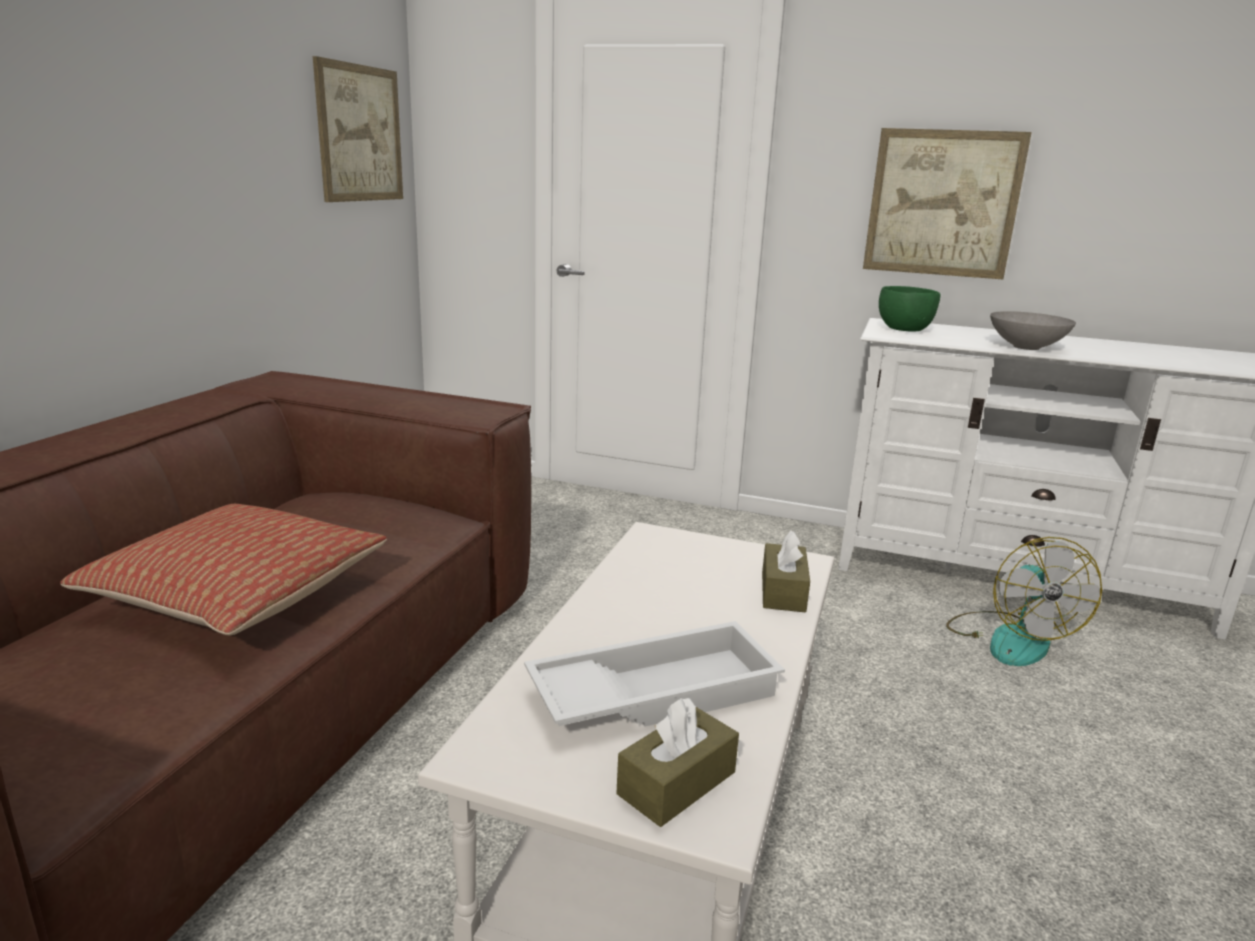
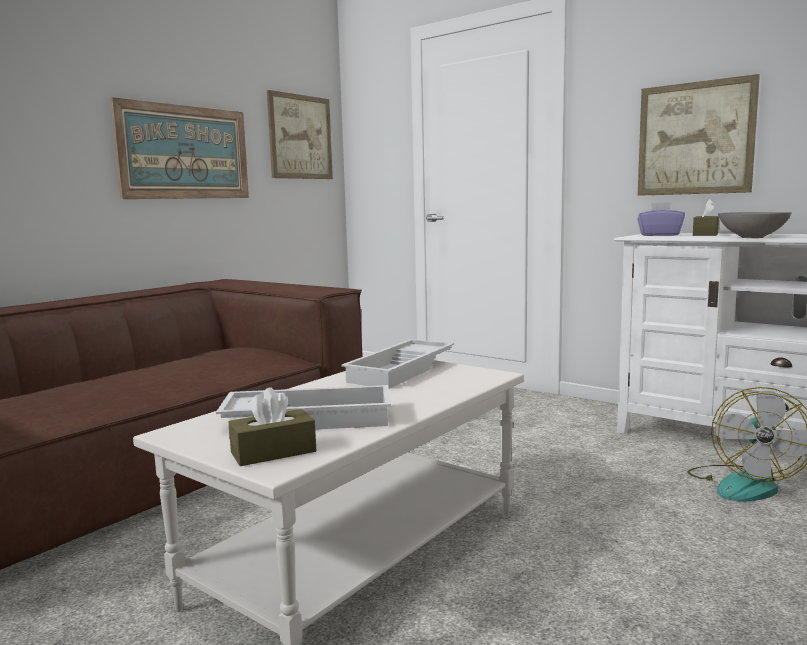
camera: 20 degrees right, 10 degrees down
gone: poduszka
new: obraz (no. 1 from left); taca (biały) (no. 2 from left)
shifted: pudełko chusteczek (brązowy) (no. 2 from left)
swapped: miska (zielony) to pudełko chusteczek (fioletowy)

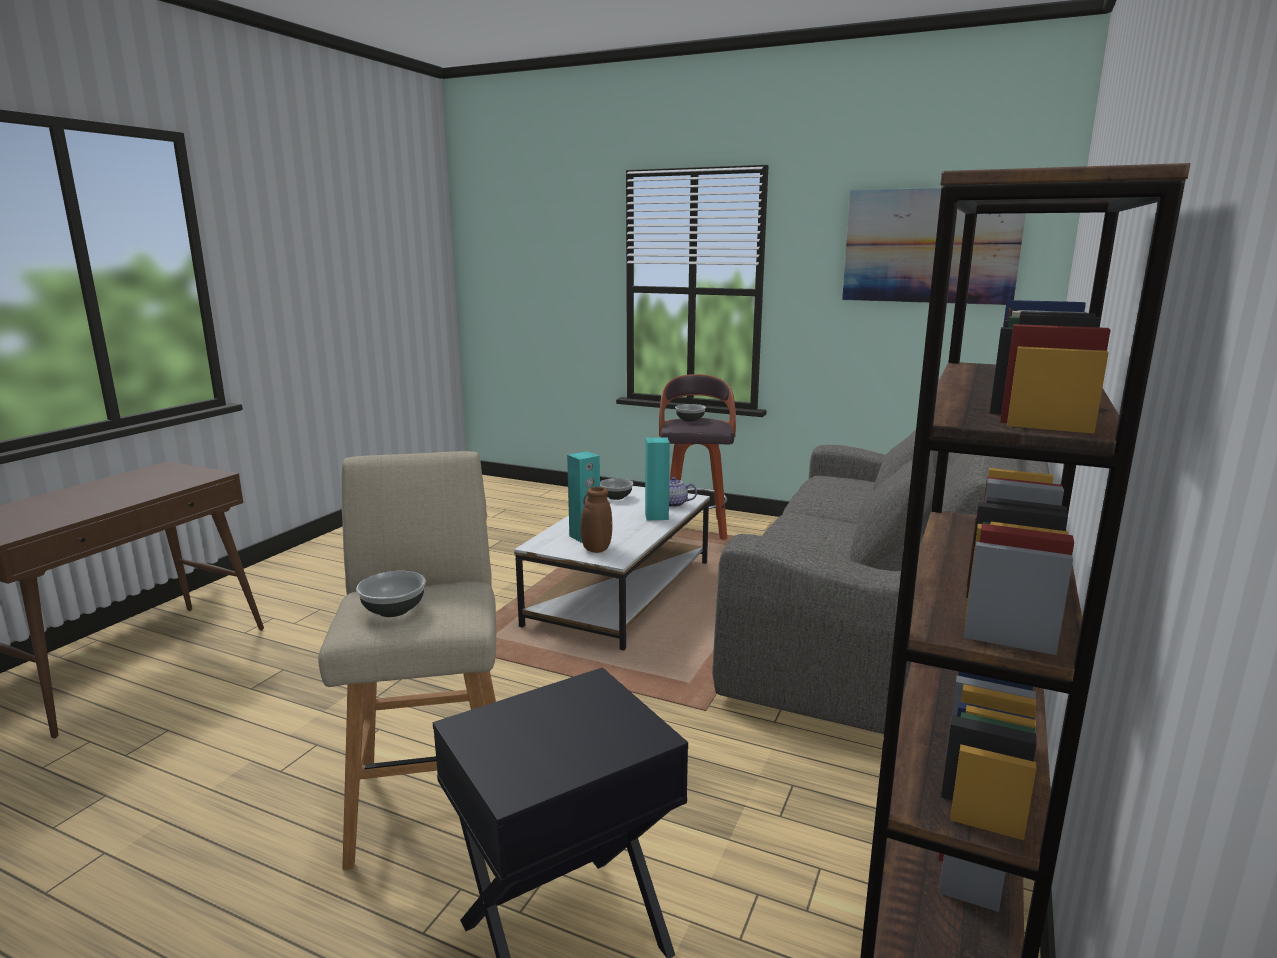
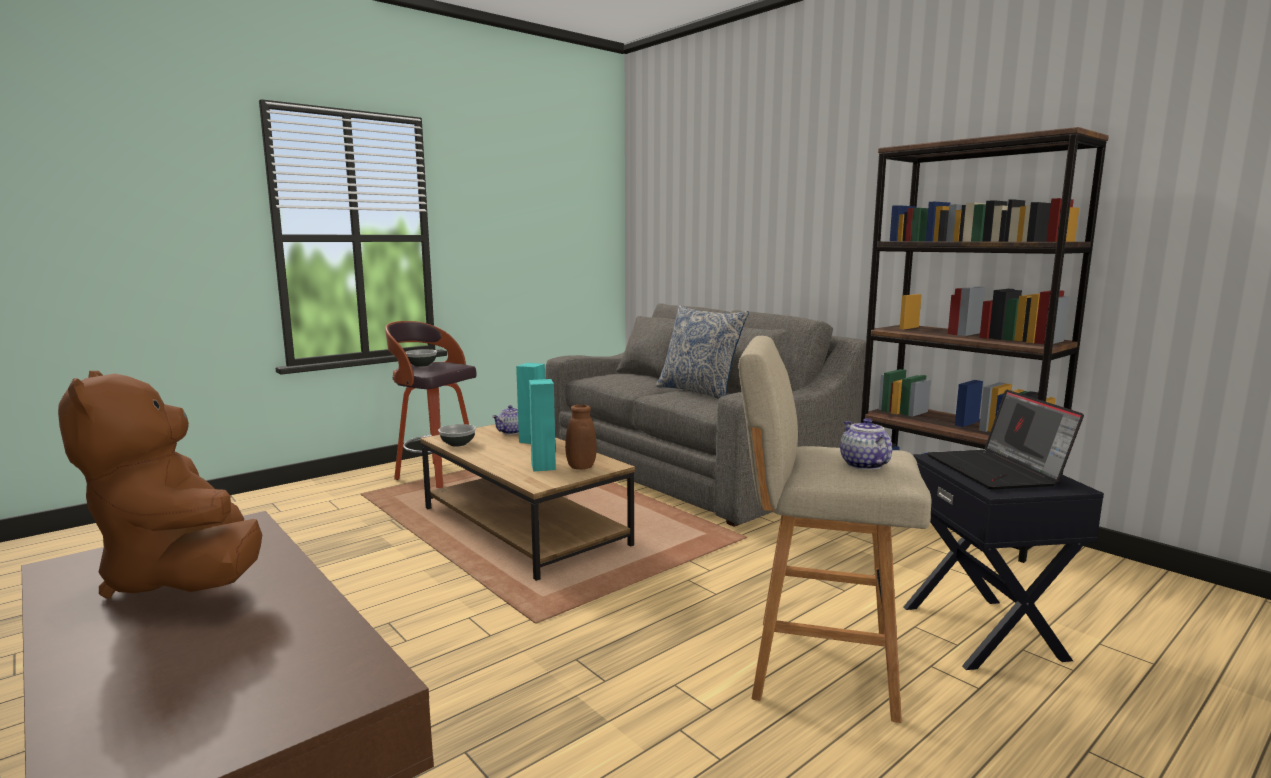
camera: 65 degrees left, 5 degrees down
gone: obraz
new: pluszak (brązowy); poduszka; laptop
swapped: miska (no. 1 from left) to imbryk (no. 2 from left)
repainted: ława (biały) to ława (brązowy)

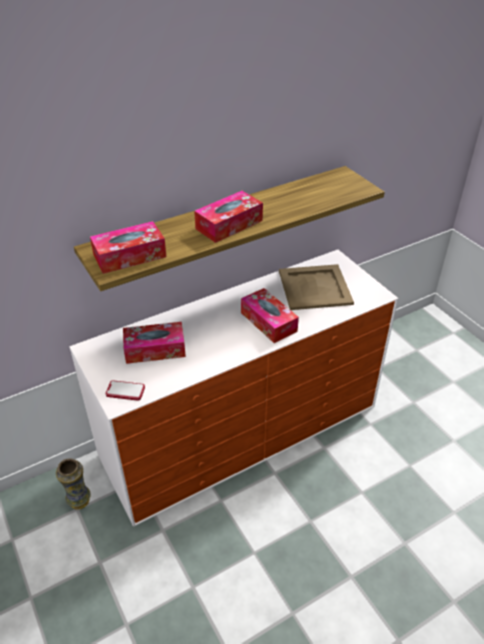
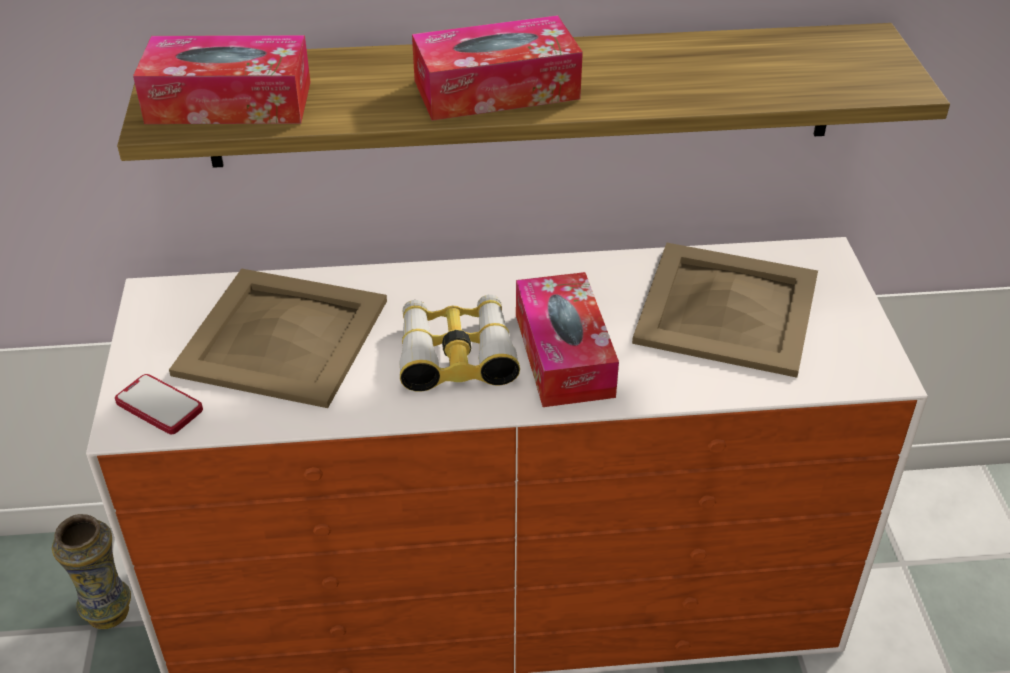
camera: 25 degrees right, 0 degrees up
new: lornetka
swapped: pudełko chusteczek (no. 2 from left) to taca (beżowy) (no. 1 from left)

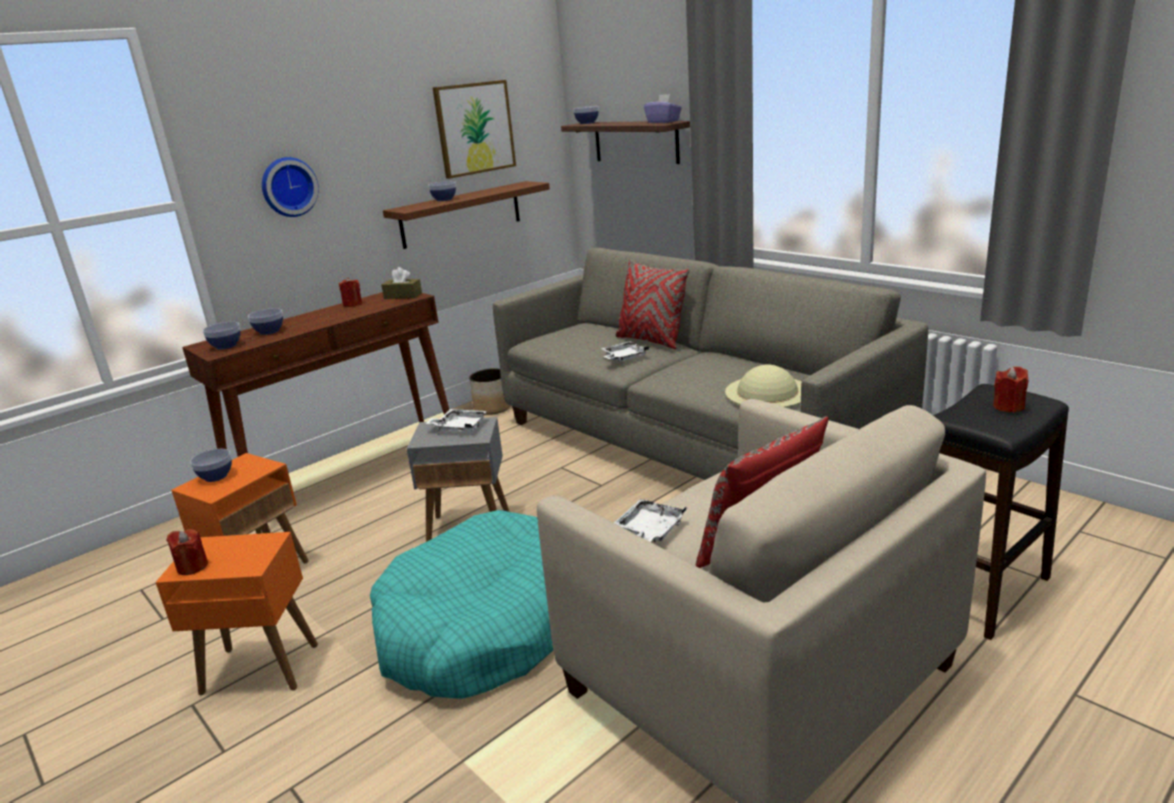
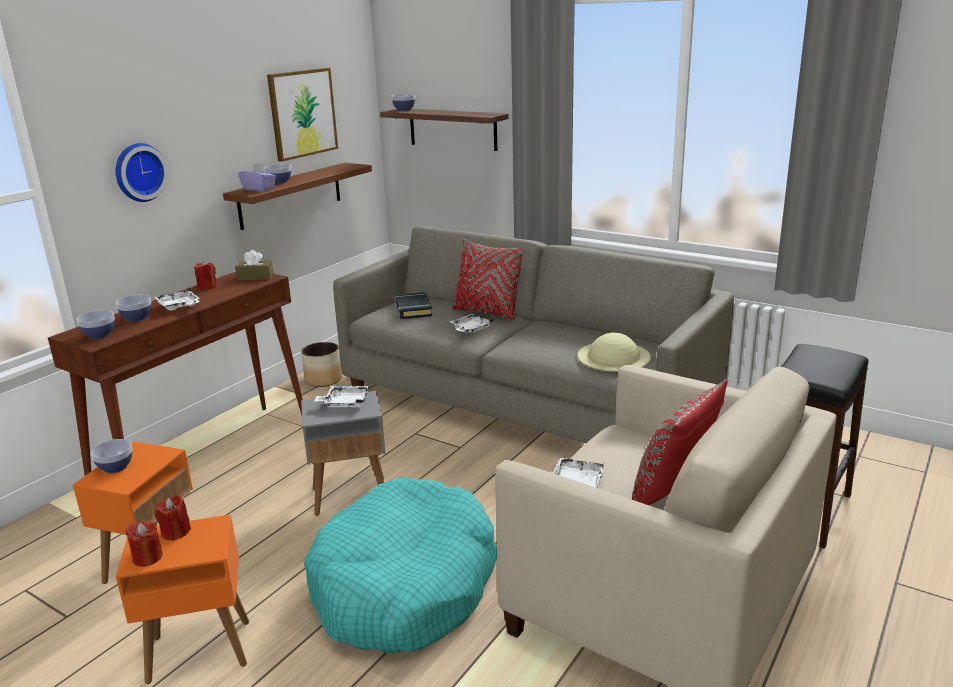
camera: 15 degrees left, 0 degrees up
new: taca (biały) (no. 1 from left); książka (czarny)
shifted: pudełko chusteczek (fioletowy); świeca (czerwony) (no. 3 from left in the first image) to świeca (czerwony) (no. 2 from left)

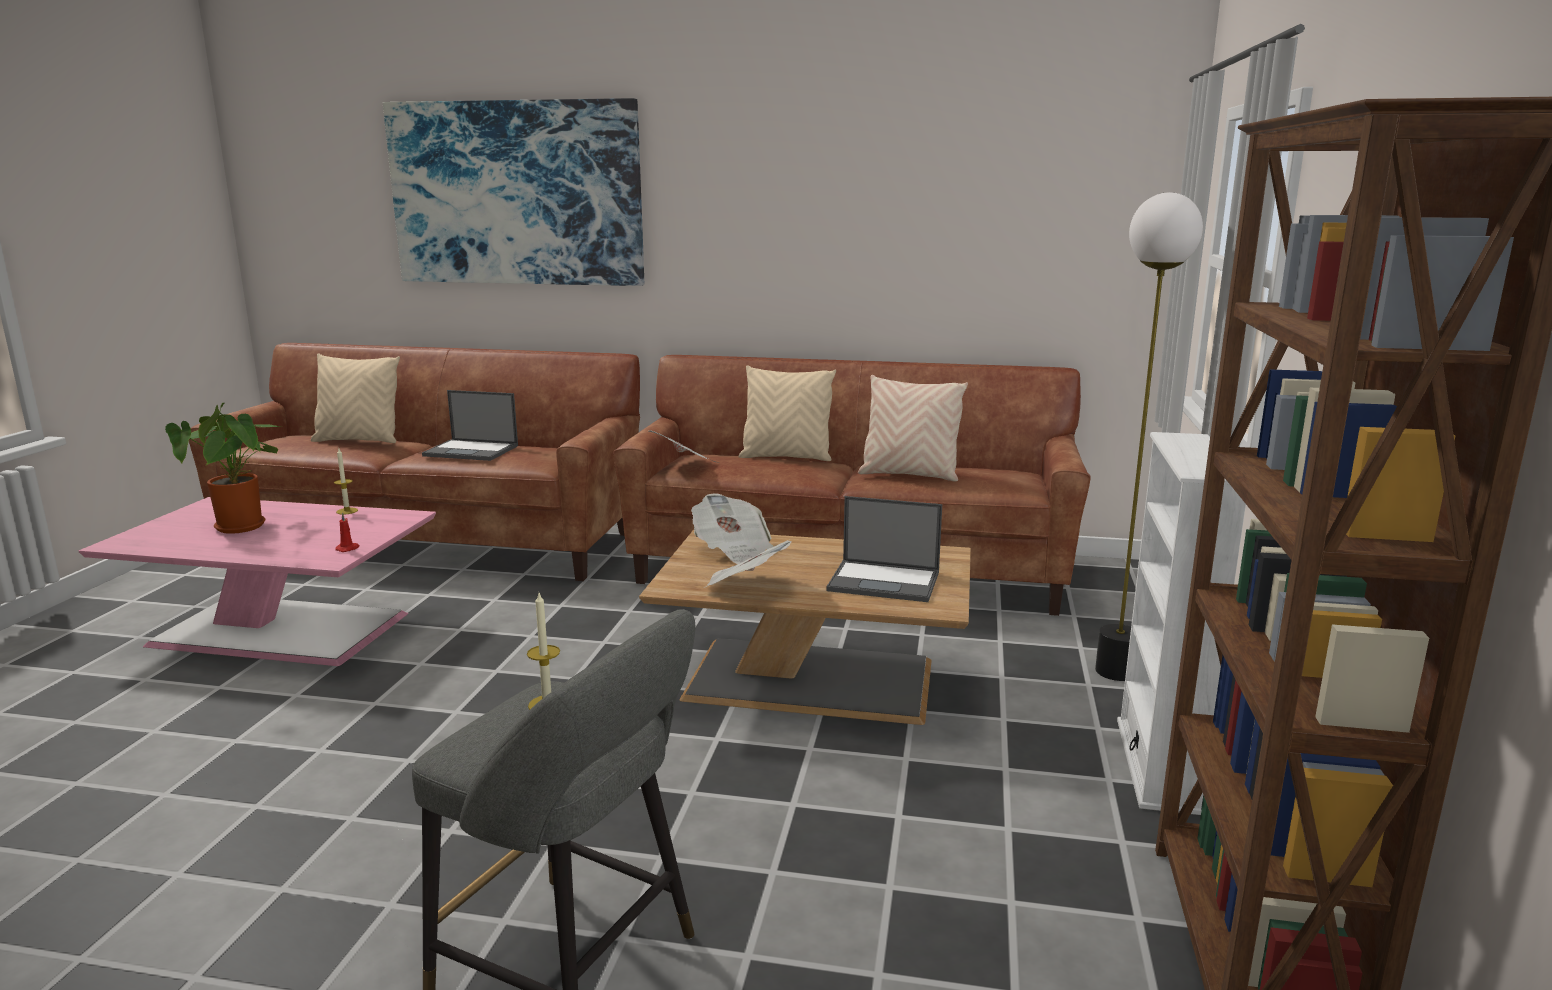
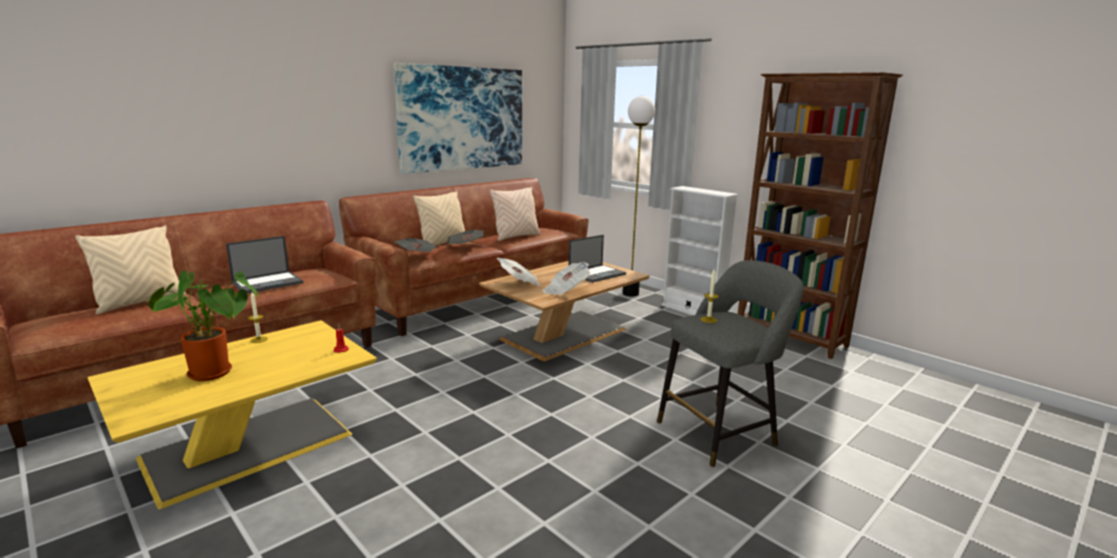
camera: 55 degrees left, 0 degrees up
new: gazeta (no. 2 from left)
shifted: obraz
repainted: ława (różowy) to ława (żółty)

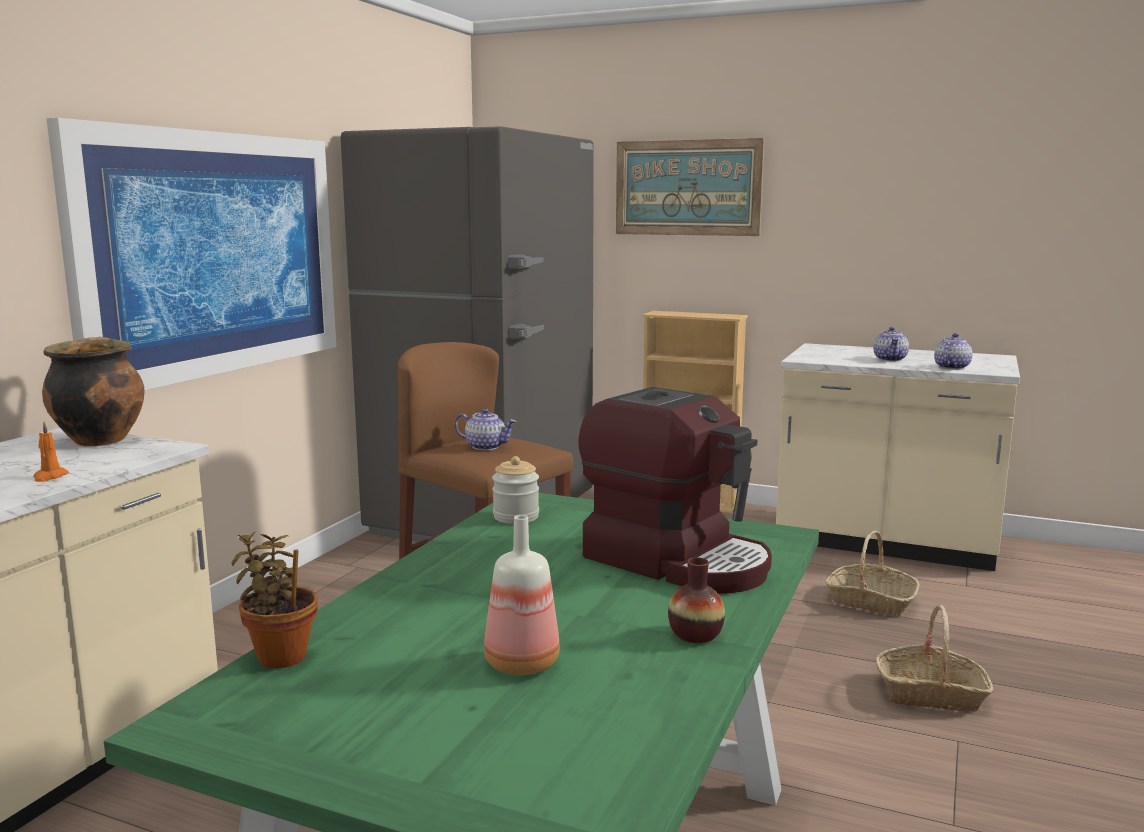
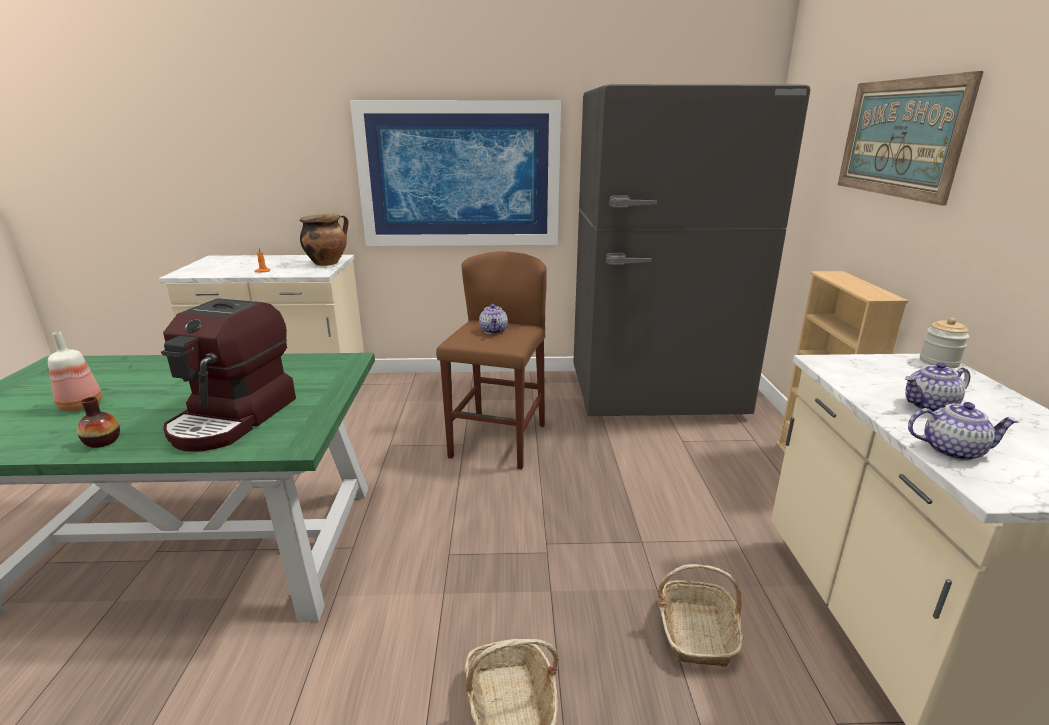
camera: 65 degrees right, 10 degrees up
gone: roślina doniczkowa
shifted: słoik

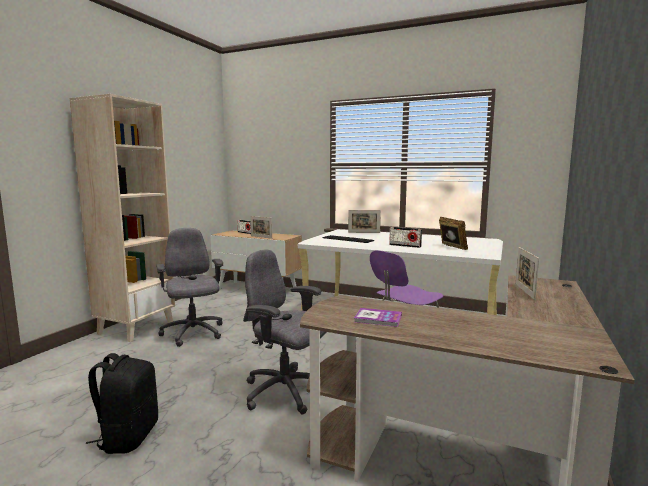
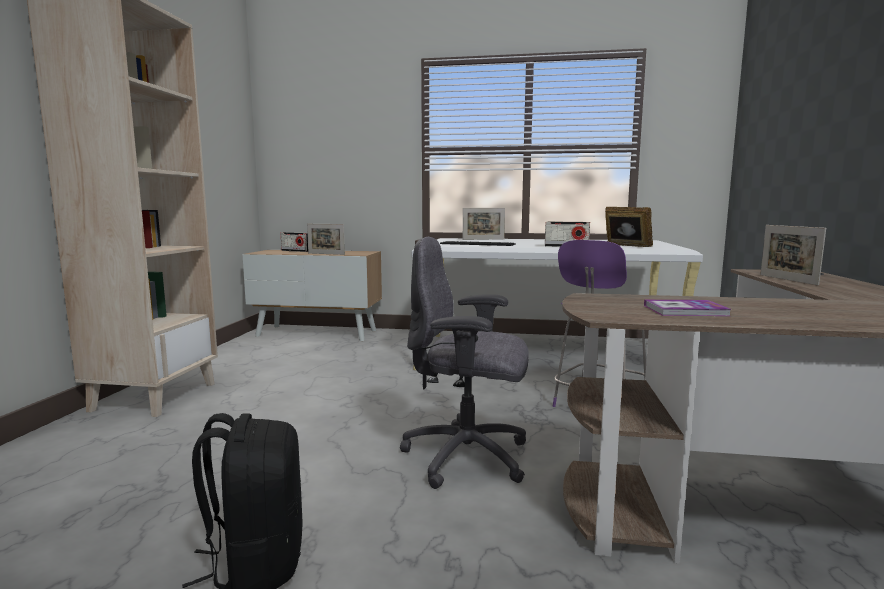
camera: 15 degrees left, 0 degrees up
gone: krzesło biurowe (szary) (no. 1 from left)

